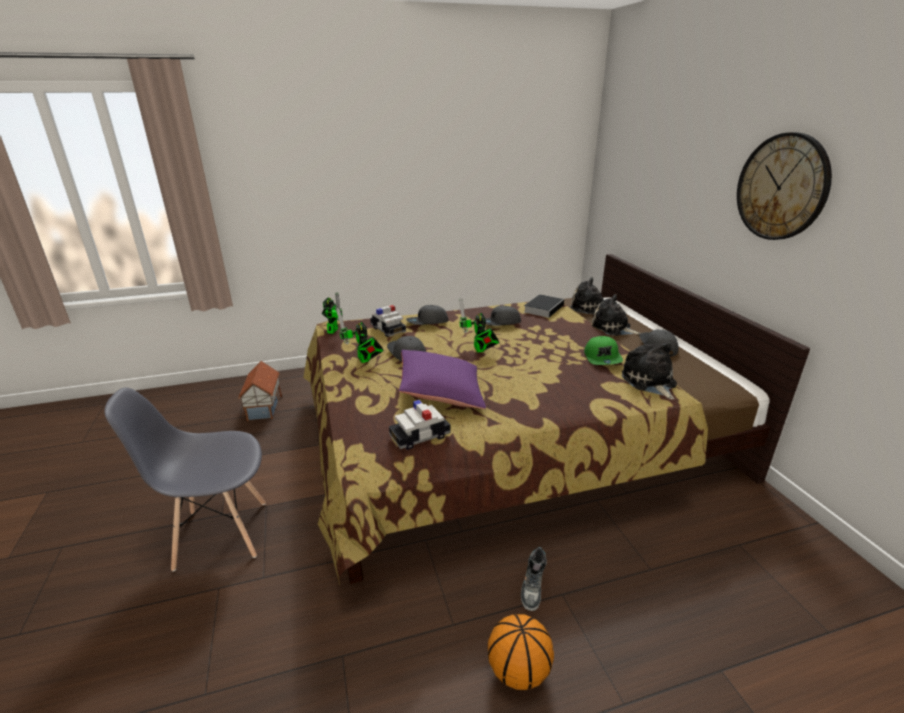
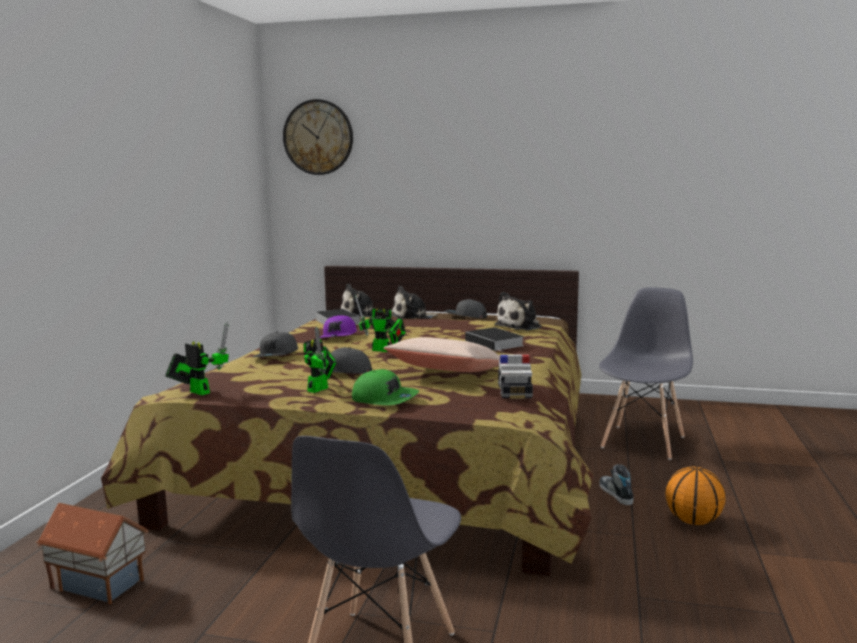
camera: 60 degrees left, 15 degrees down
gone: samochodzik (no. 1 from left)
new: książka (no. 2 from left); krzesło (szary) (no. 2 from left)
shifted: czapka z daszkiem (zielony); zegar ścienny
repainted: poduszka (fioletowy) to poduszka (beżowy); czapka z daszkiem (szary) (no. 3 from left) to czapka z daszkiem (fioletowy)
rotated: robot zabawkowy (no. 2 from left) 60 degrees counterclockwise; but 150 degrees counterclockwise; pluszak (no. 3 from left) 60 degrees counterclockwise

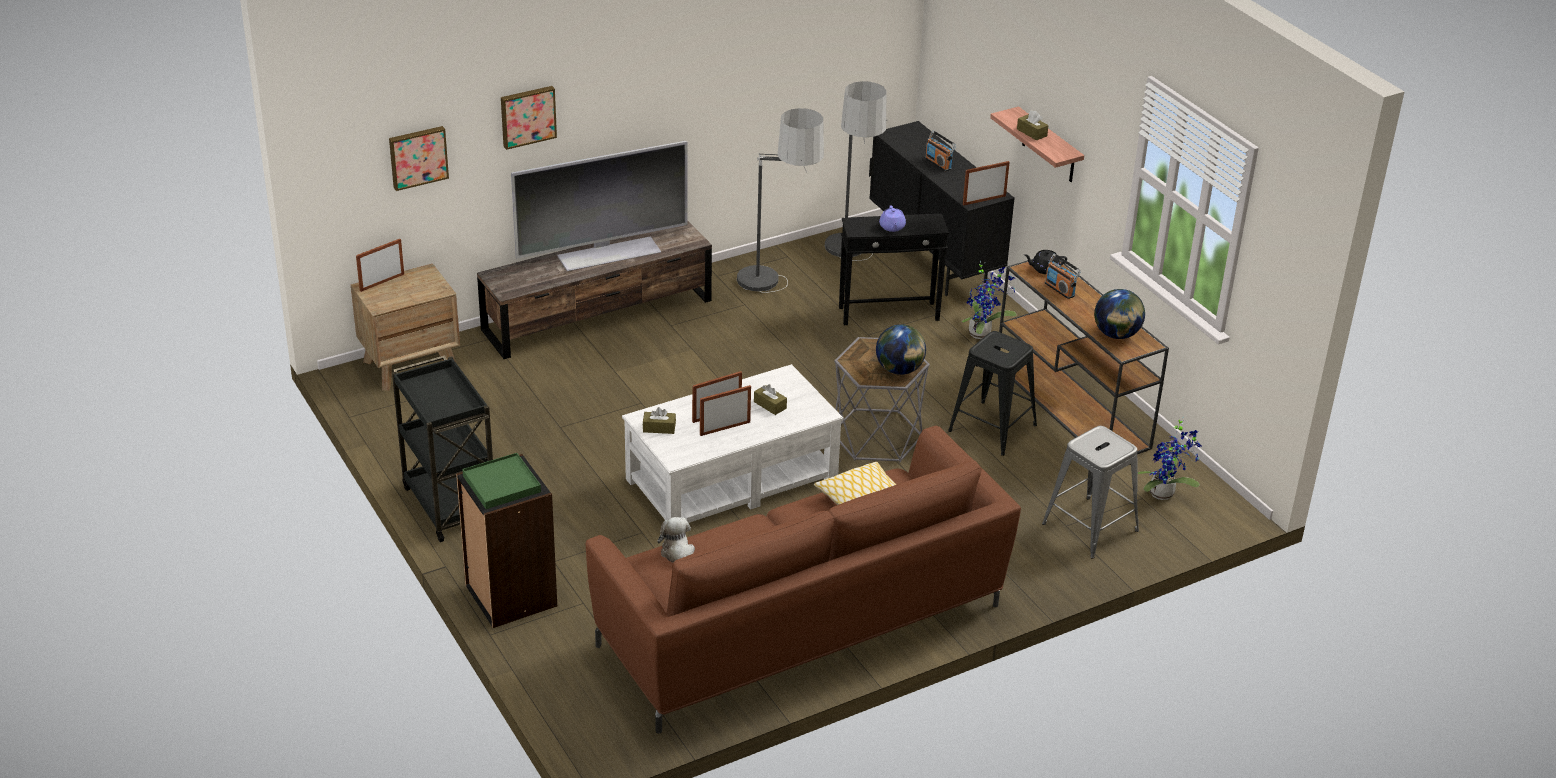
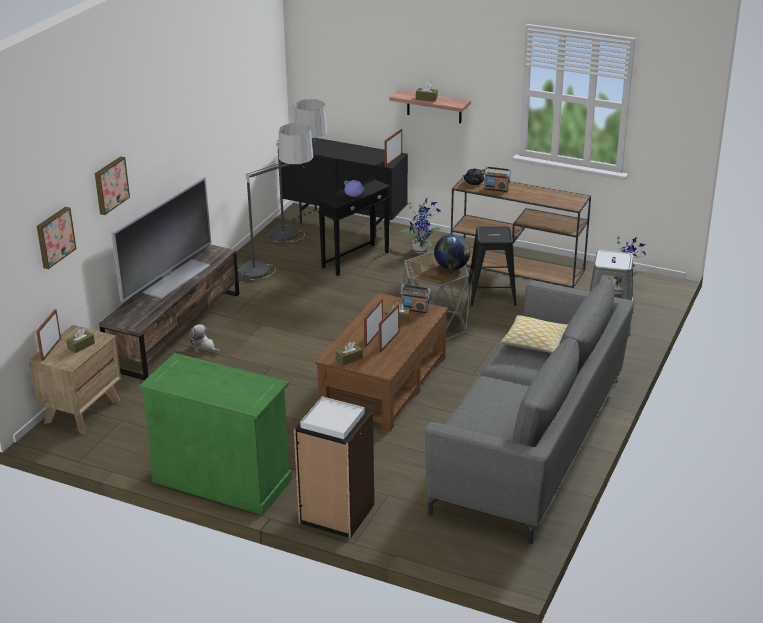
camera: 35 degrees left, 5 degrees down
gone: globus (no. 2 from left)
new: pudełko chusteczek (brązowy) (no. 1 from left)
shifted: pluszak; radio (no. 1 from left)
swapped: wózek (czarny) to szafka (zielony)
repainted: taca (zielony) to taca (biały); kanapa (brązowy) to kanapa (szary); ława (biały) to ława (brązowy)

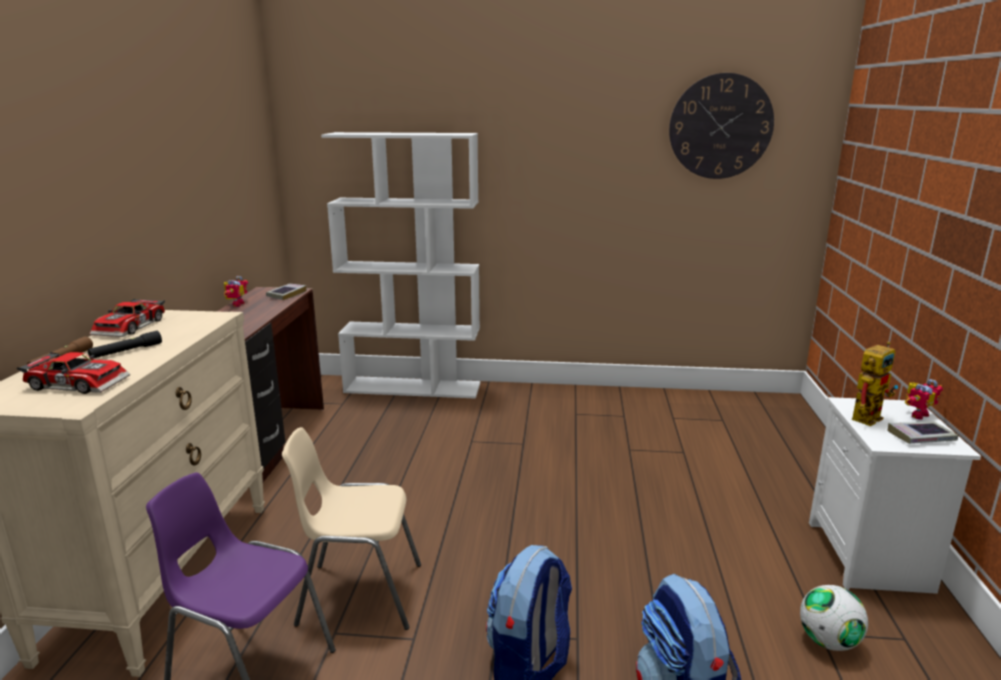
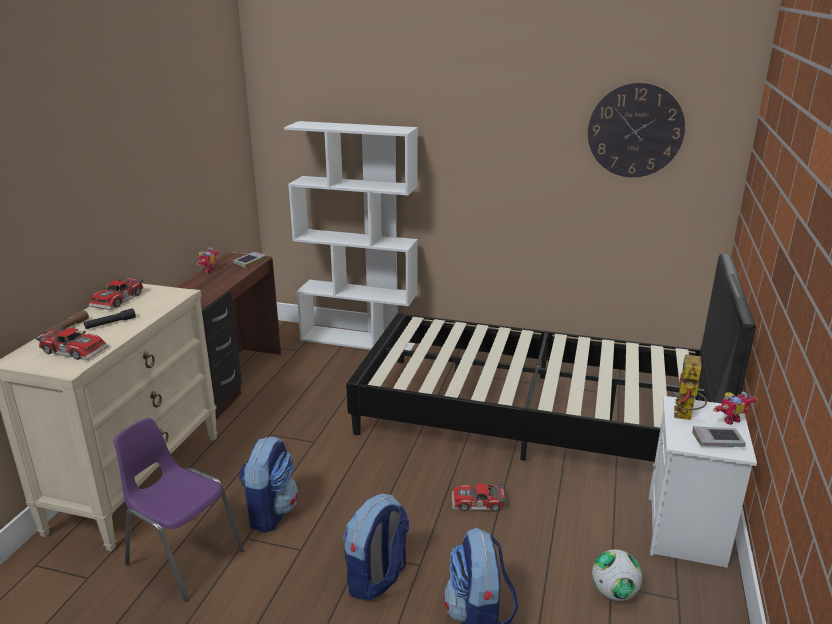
camera: 10 degrees right, 5 degrees up
new: łóżko (czarny); samochodzik (no. 3 from left)
swapped: krzesło (beżowy) to plecak (no. 1 from left)
rotated: robot zabawkowy (no. 2 from left) 135 degrees clockwise

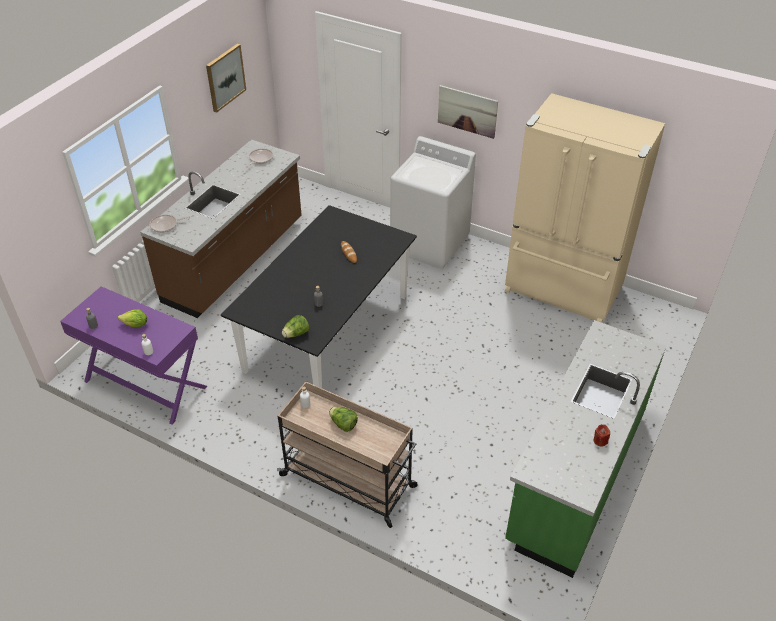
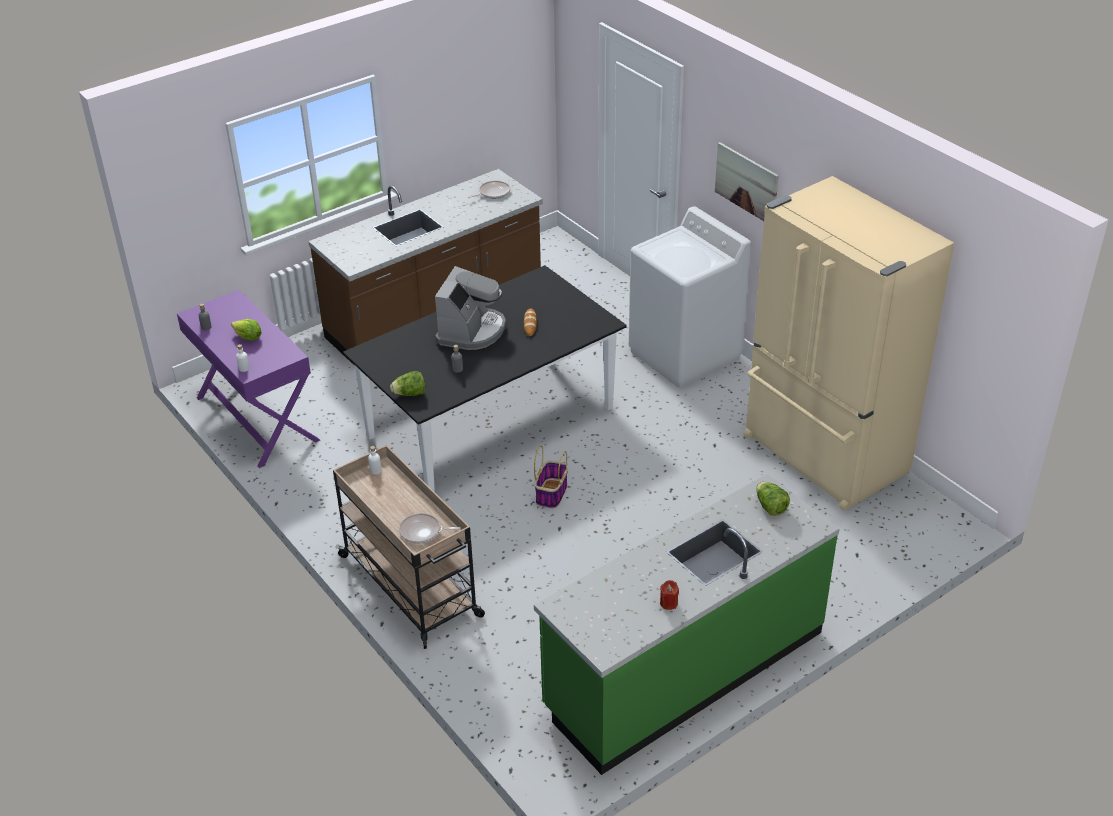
camera: 25 degrees right, 5 degrees down
gone: obraz (no. 1 from left)
new: ekspres do kawy; koszyk
shifted: patelnia (no. 1 from left); sałata (no. 3 from left)

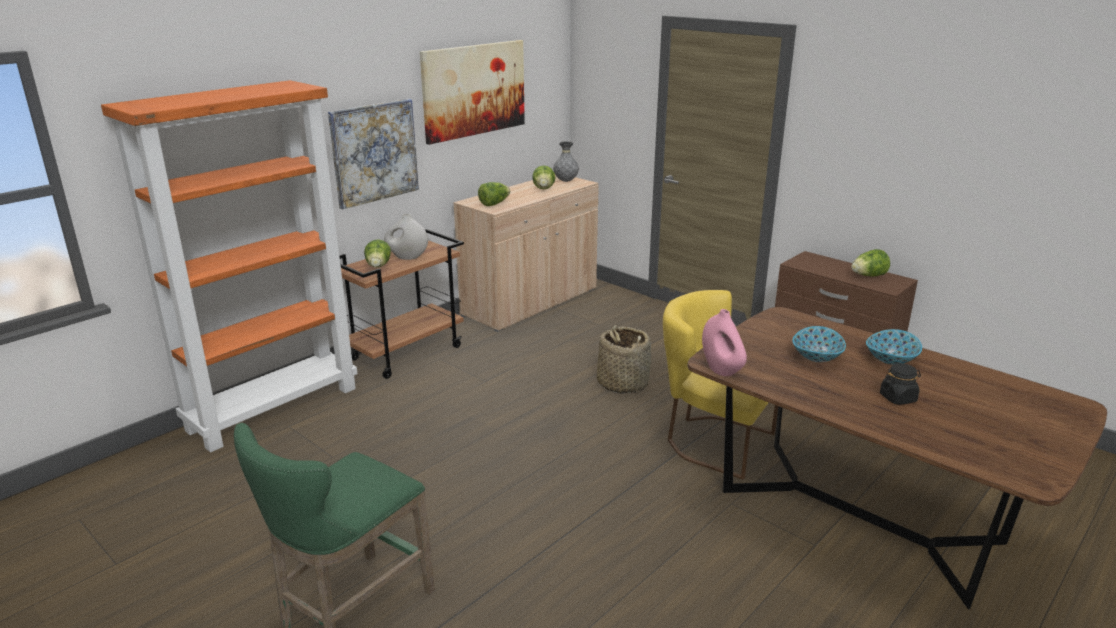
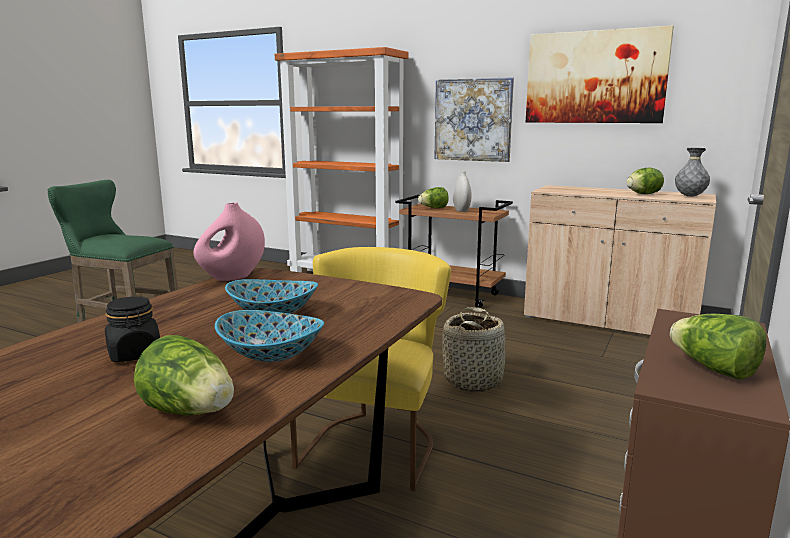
camera: 75 degrees right, 10 degrees down
shifted: sałata (no. 2 from left in the first image) to sałata (no. 1 from left)

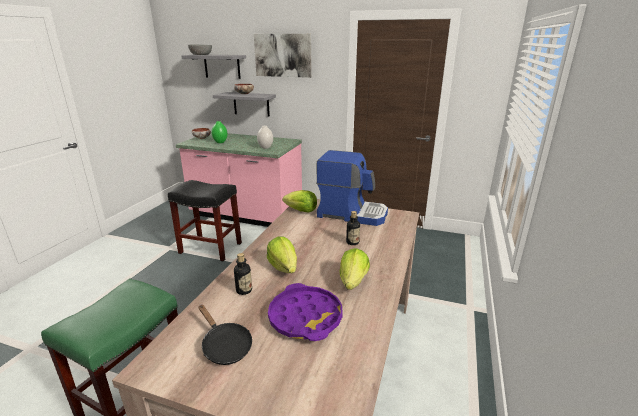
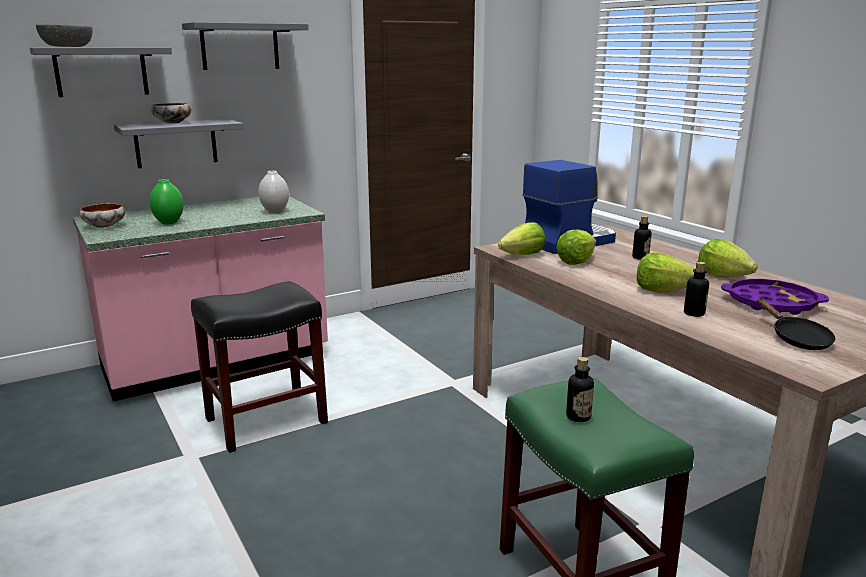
camera: 50 degrees left, 5 degrees down
new: sałata (no. 2 from left); butelka (no. 1 from left)
swapped: obraz to półka (szary) (no. 3 from left)
rotated: patelnia (czarny) 75 degrees clockwise

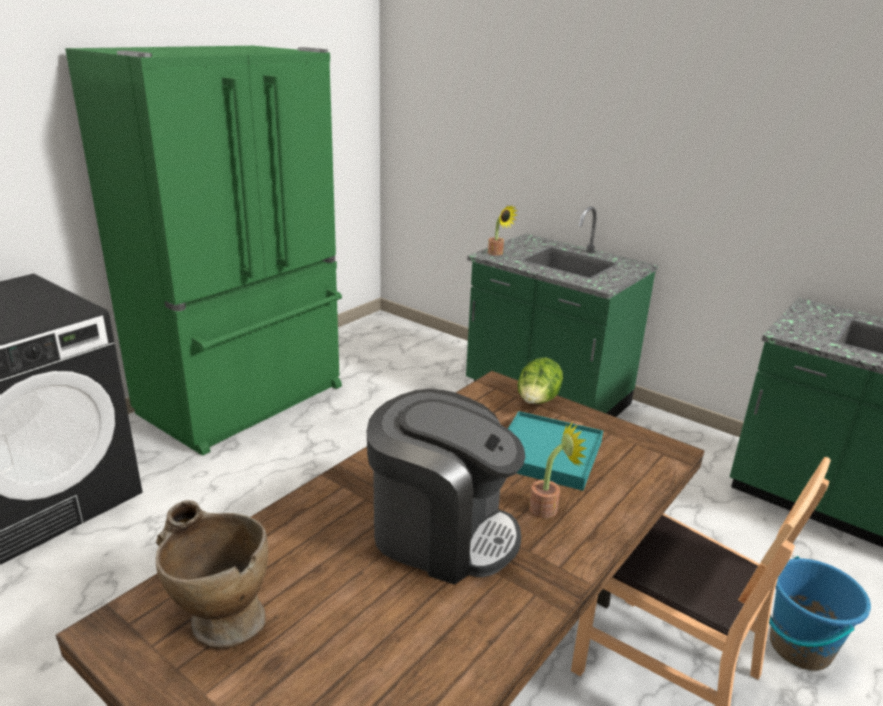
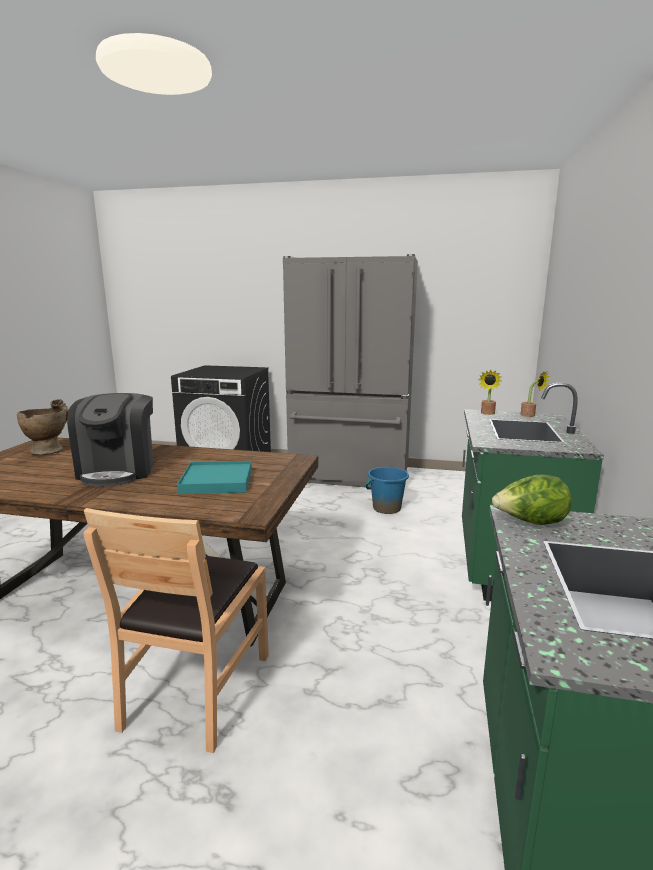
camera: 65 degrees right, 10 degrees down
shifted: sałata; roślina doniczkowa (no. 2 from left); wiadro (niebieski)
repainted: lodówka (zielony) to lodówka (szary)

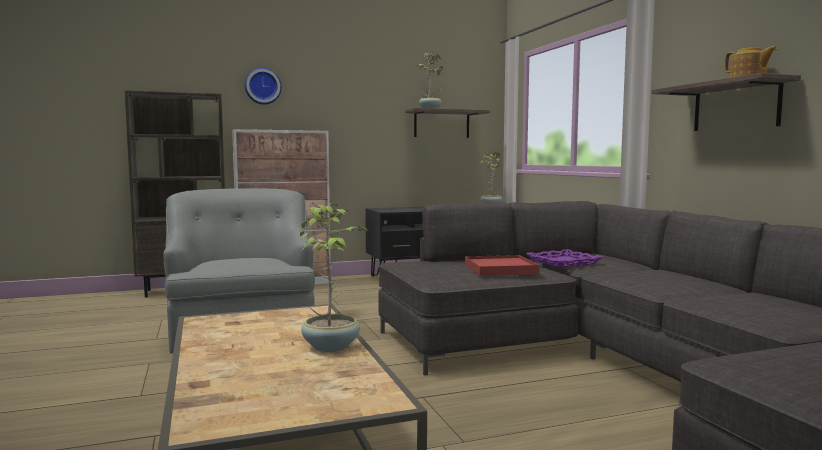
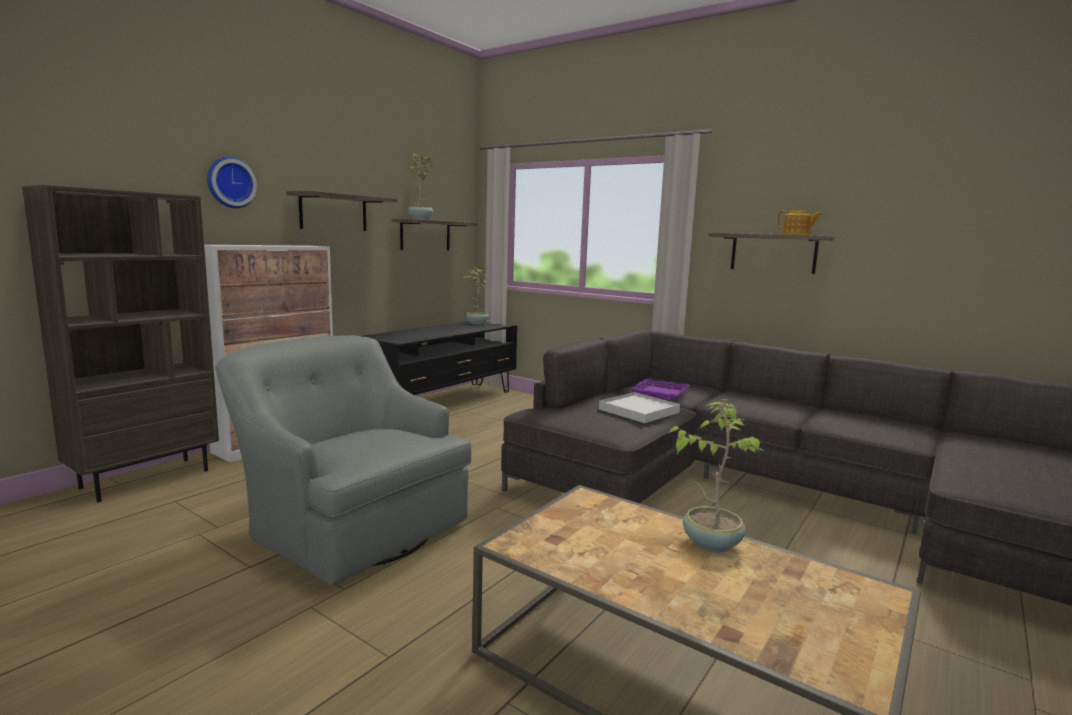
camera: 35 degrees left, 5 degrees up
new: półka (no. 1 from left)
repainted: taca (czerwony) to taca (biały)

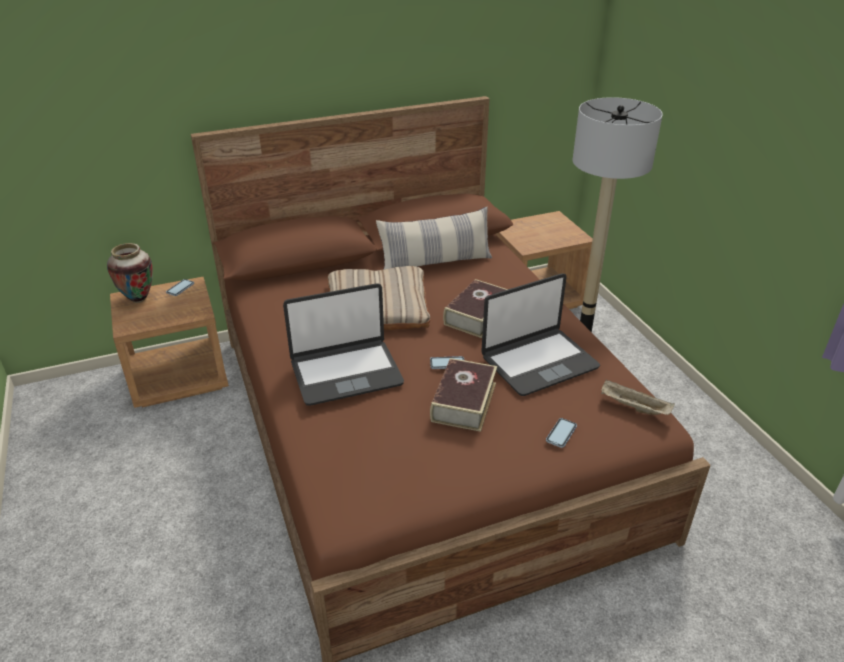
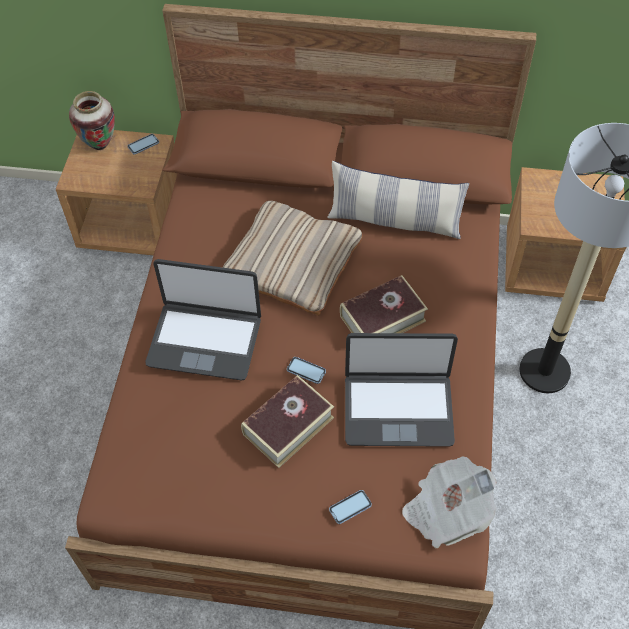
camera: 30 degrees right, 20 degrees up
swapped: taca (beżowy) to gazeta

